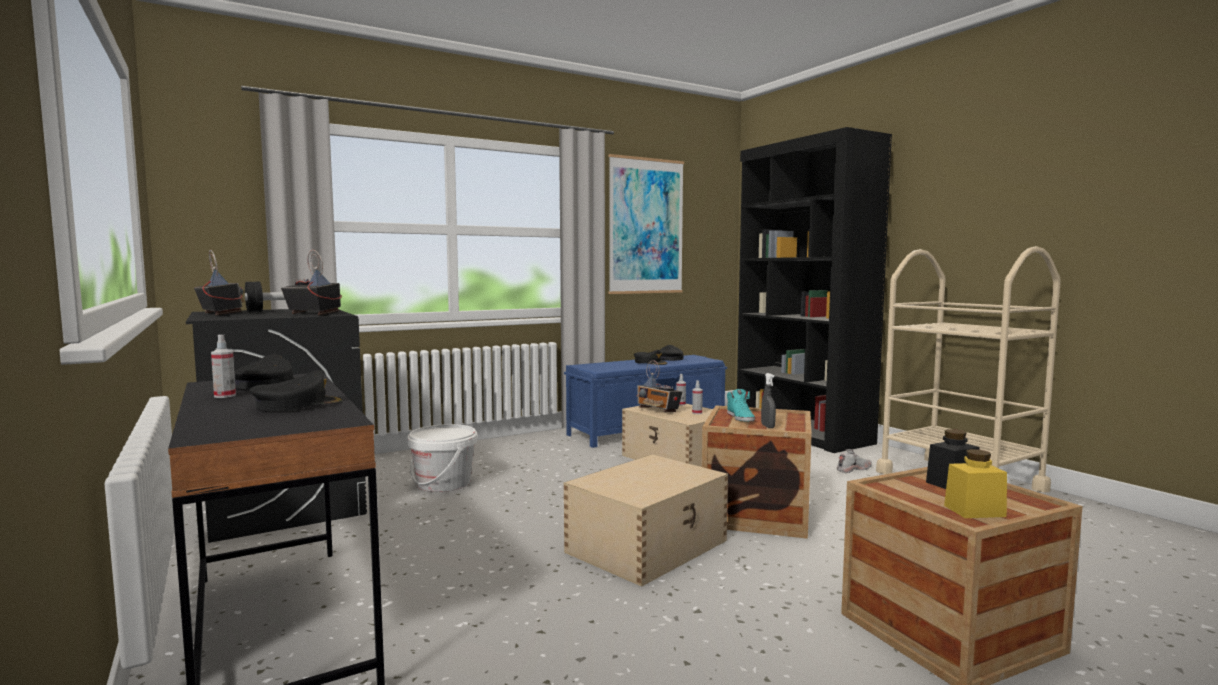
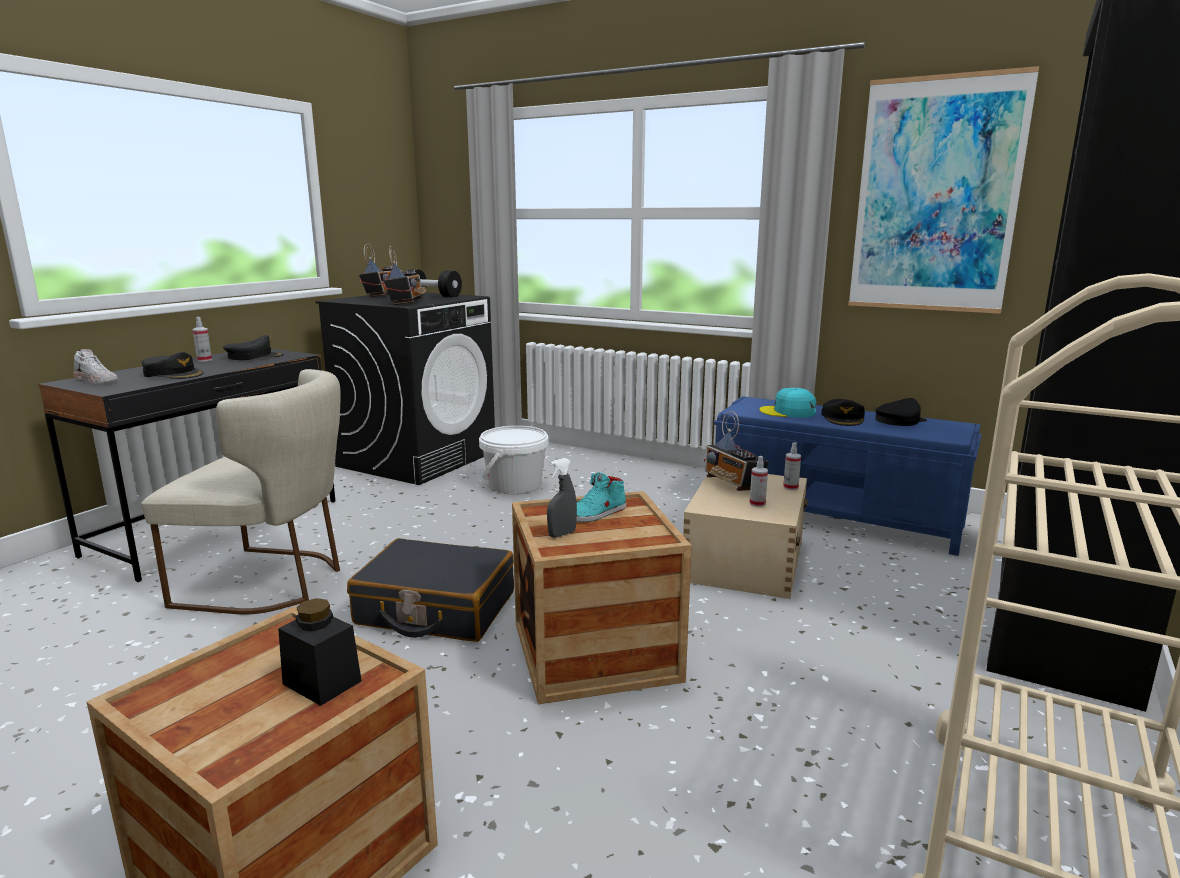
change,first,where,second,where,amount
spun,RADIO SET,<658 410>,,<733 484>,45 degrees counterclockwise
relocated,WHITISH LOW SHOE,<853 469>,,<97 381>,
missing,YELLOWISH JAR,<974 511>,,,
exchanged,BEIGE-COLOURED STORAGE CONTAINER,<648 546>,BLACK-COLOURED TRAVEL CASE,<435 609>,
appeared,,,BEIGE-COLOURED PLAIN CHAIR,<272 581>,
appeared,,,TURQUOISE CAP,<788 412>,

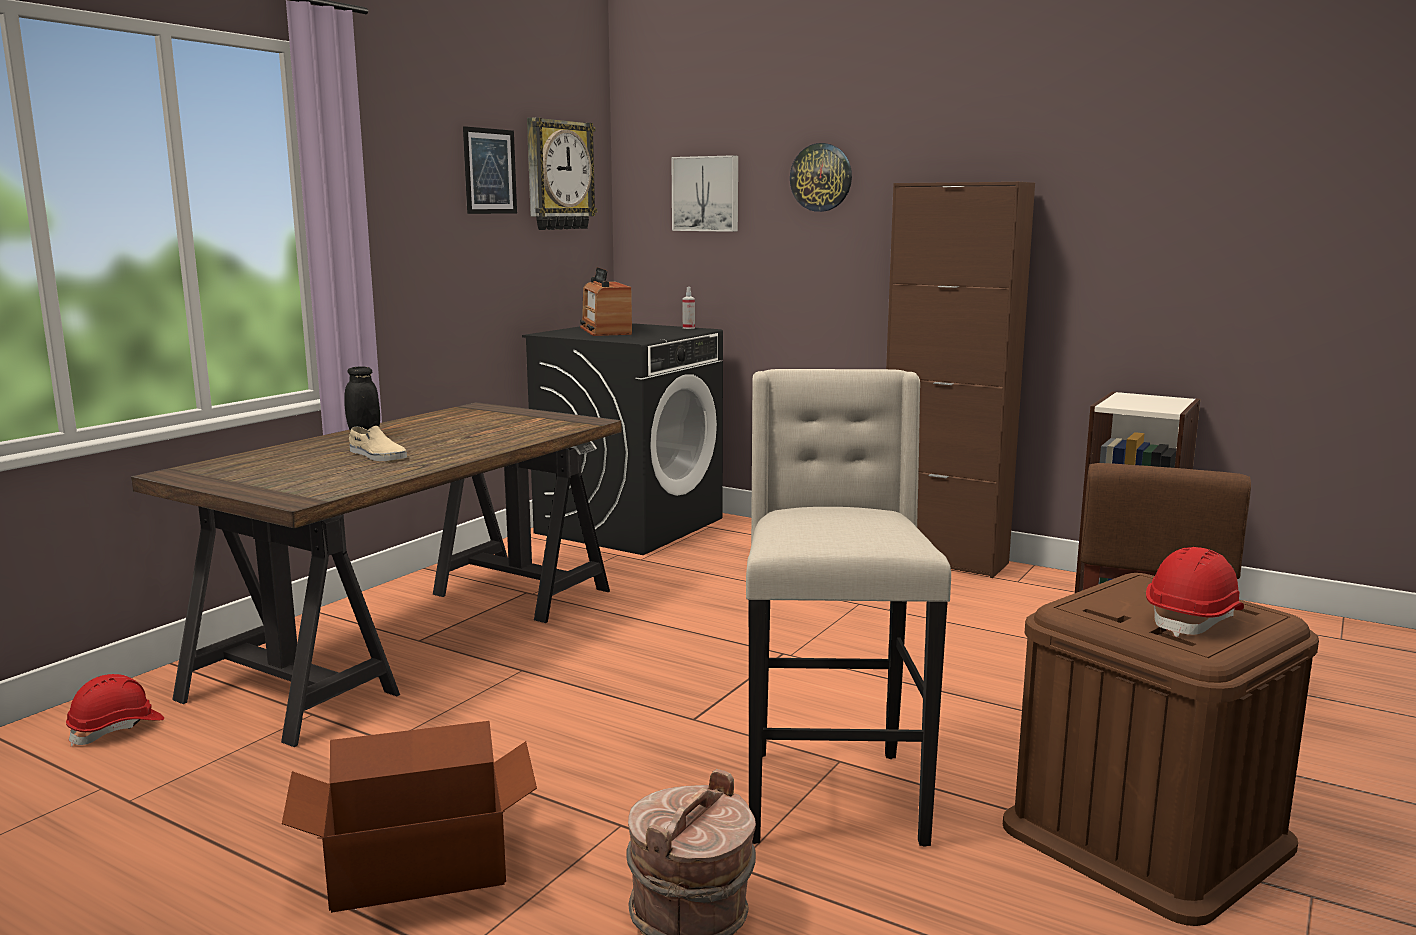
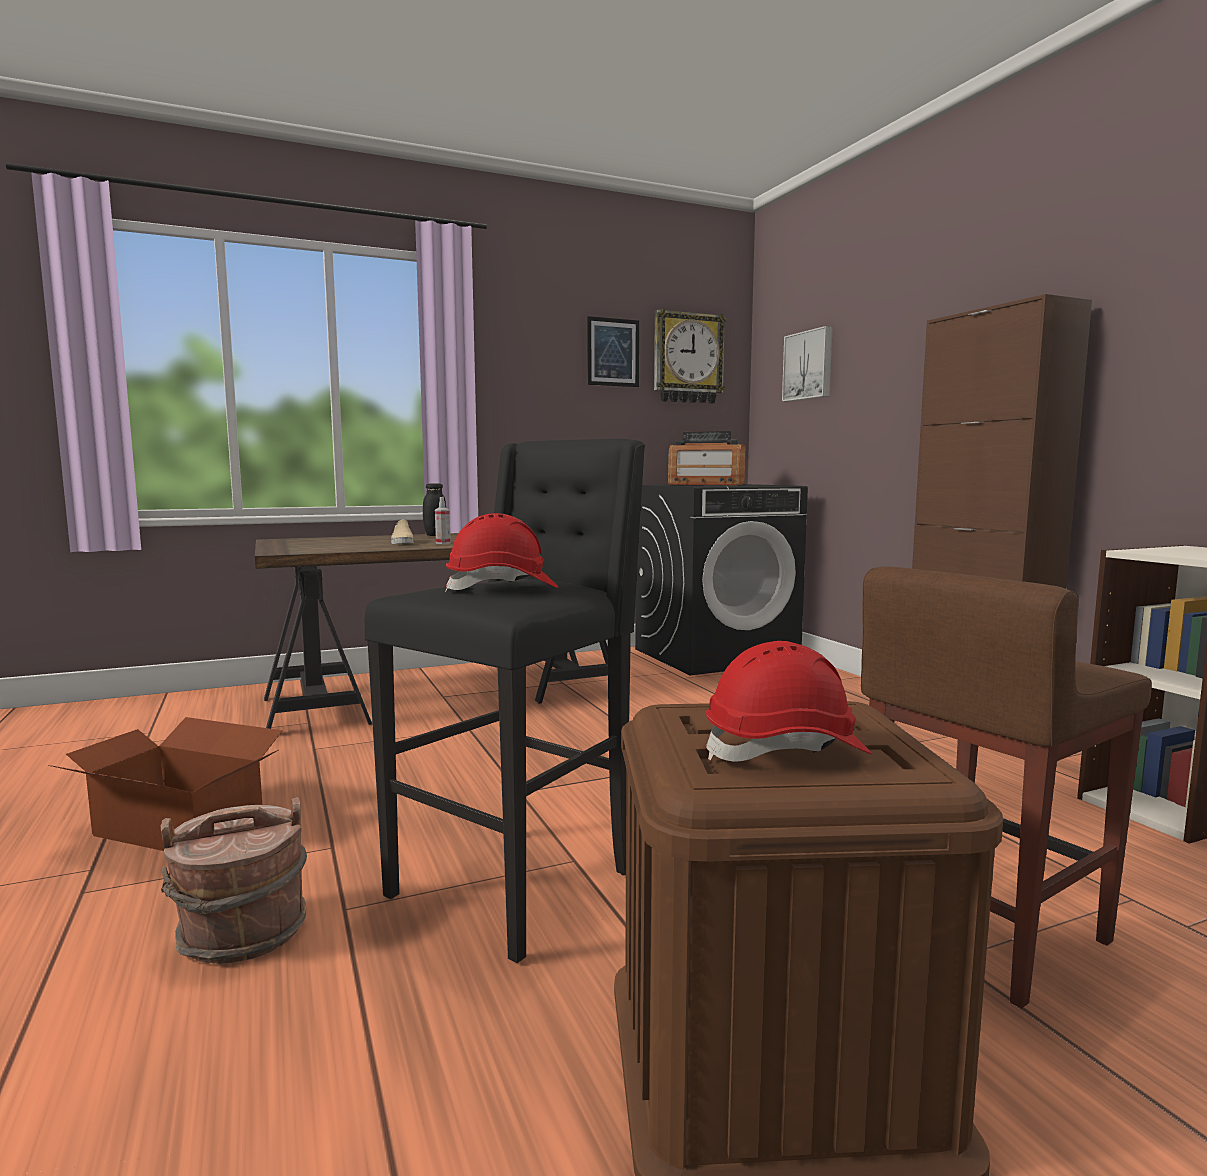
change,first,where,second,where,amount
missing,CLOCK ON THE WALL,<821 177>,,,
spun,RADIO SET,<605 330>,,<706 484>,90 degrees counterclockwise
relocated,SPRAYER,<688 328>,,<443 543>,
colour,BEIGE-COLOURED STOOL SEAT,<830 794>,BLACK-COLOURED STOOL SEAT,<517 884>,
relocated,RED-COLOURED HARD HAT,<117 729>,,<502 589>,

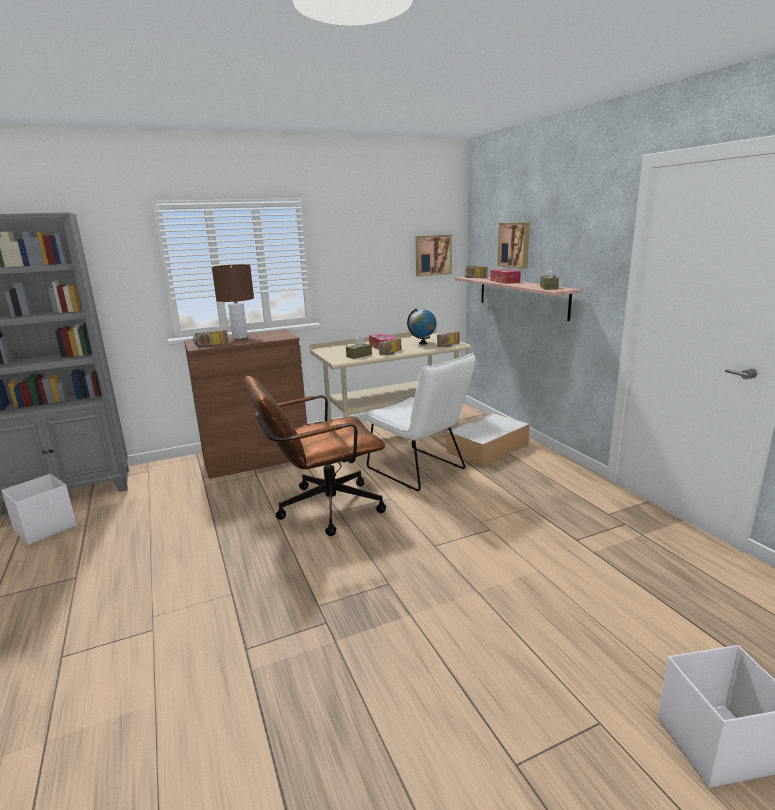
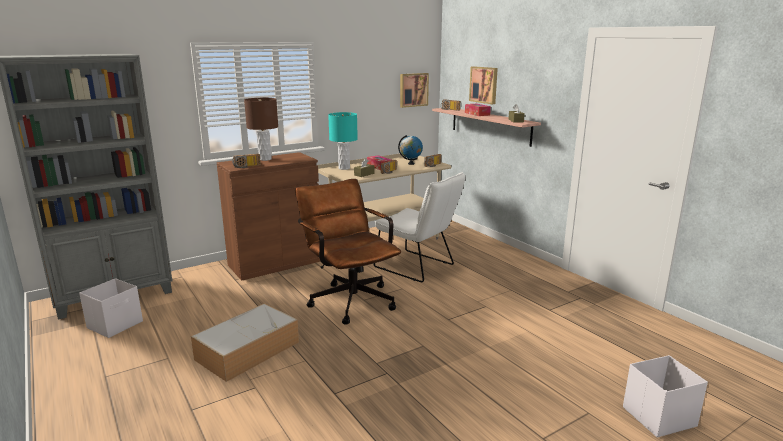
change,first,where,second,where,amount
spun,BROWN OFFICE CHAIR,<321 509>,,<349 298>,90 degrees clockwise
relocated,STORAGE CONTAINER,<488 448>,,<249 350>,
appeared,,,TURQUOISE LAMP FOR A TABLE,<344 168>,

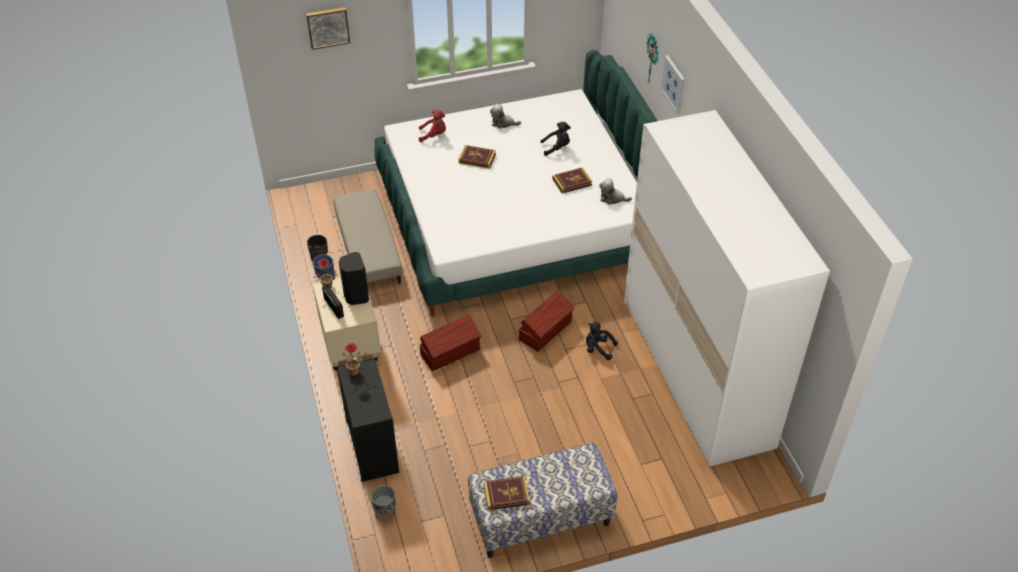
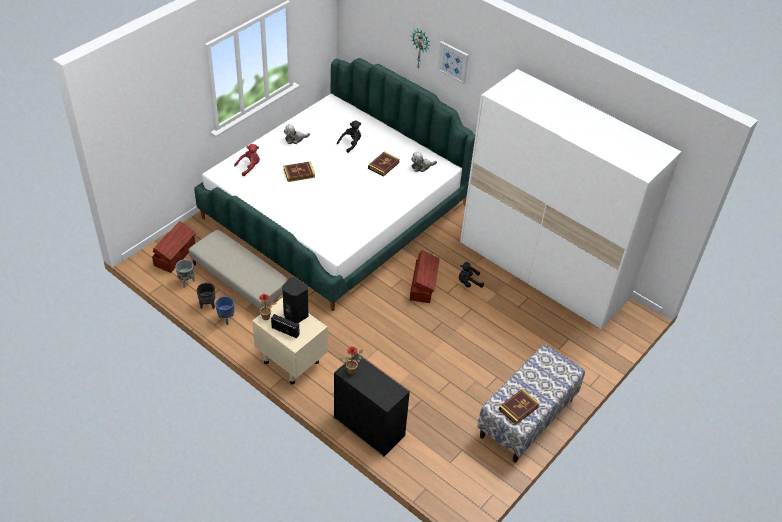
change,first,where,second,where,amount
missing,WALL PICTURE,<328 27>,,,
relocated,BROWN STORAGE CONTAINER,<451 352>,,<176 255>,
relocated,GRAY PLANT POT,<385 513>,,<186 282>,

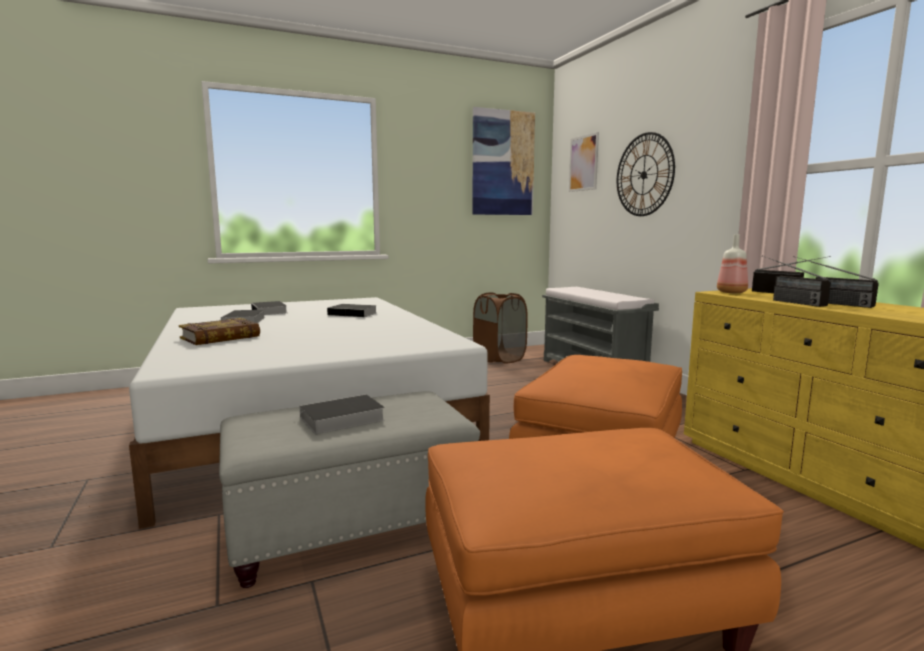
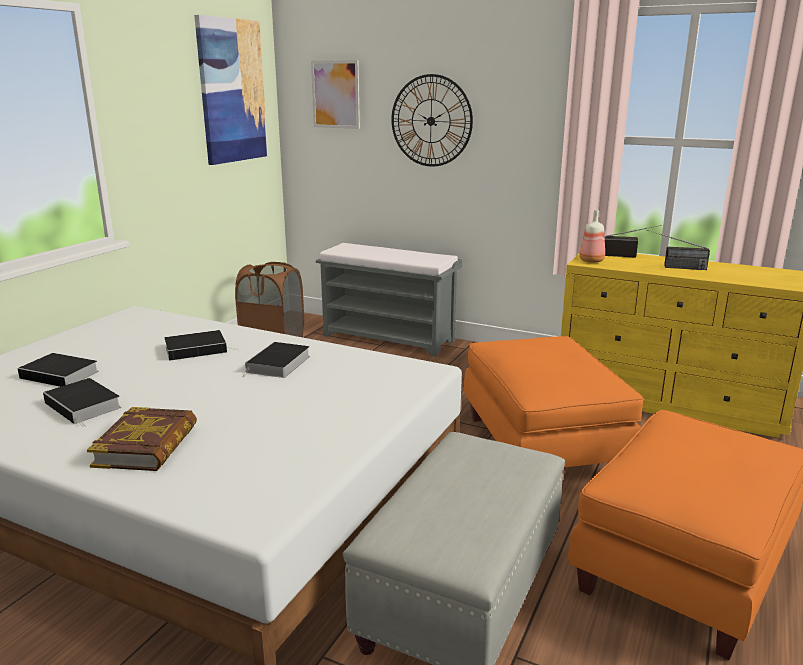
change,first,where,second,where,amount
missing,RADIO SET,<785 301>,,,
relocated,VOLUME,<340 419>,,<278 365>,

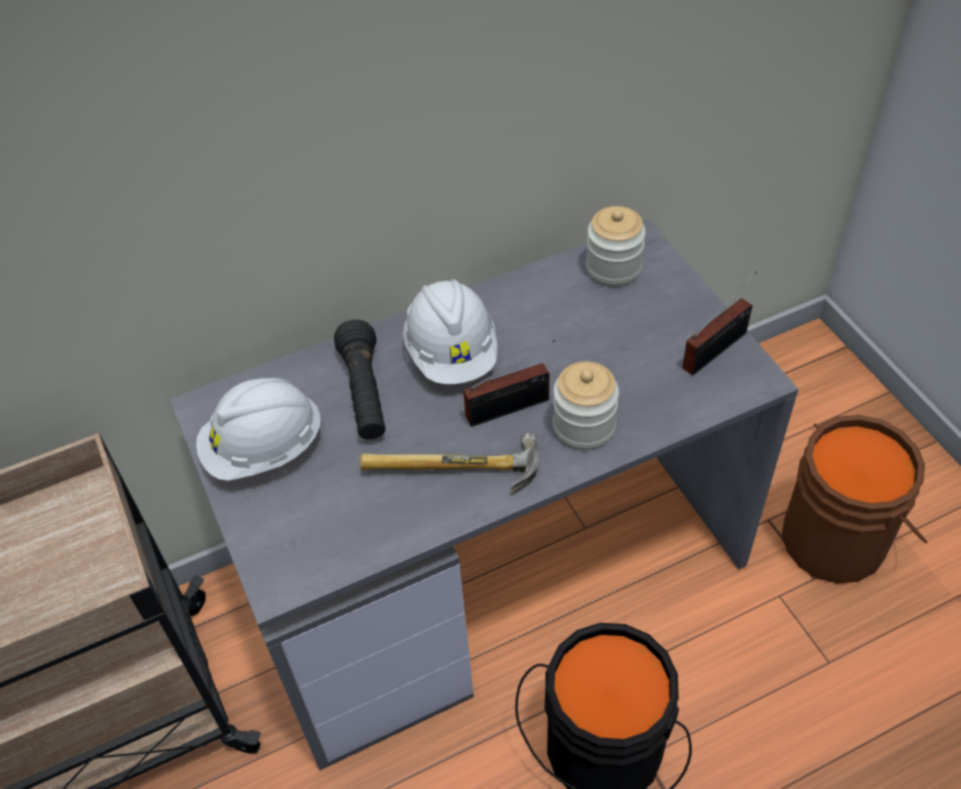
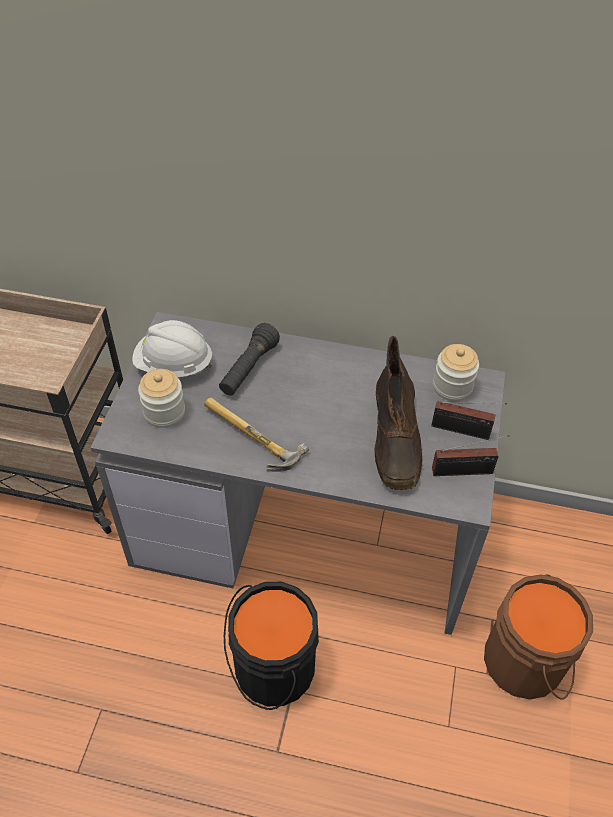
change,first,where,second,where,amount
missing,WHITISH HARD HAT,<452 353>,,,
relocated,RADIO SET,<512 407>,,<463 431>,
relocated,JAR,<584 426>,,<164 412>,
appeared,,,BROWN HIGH-TOP BOOT,<396 439>,

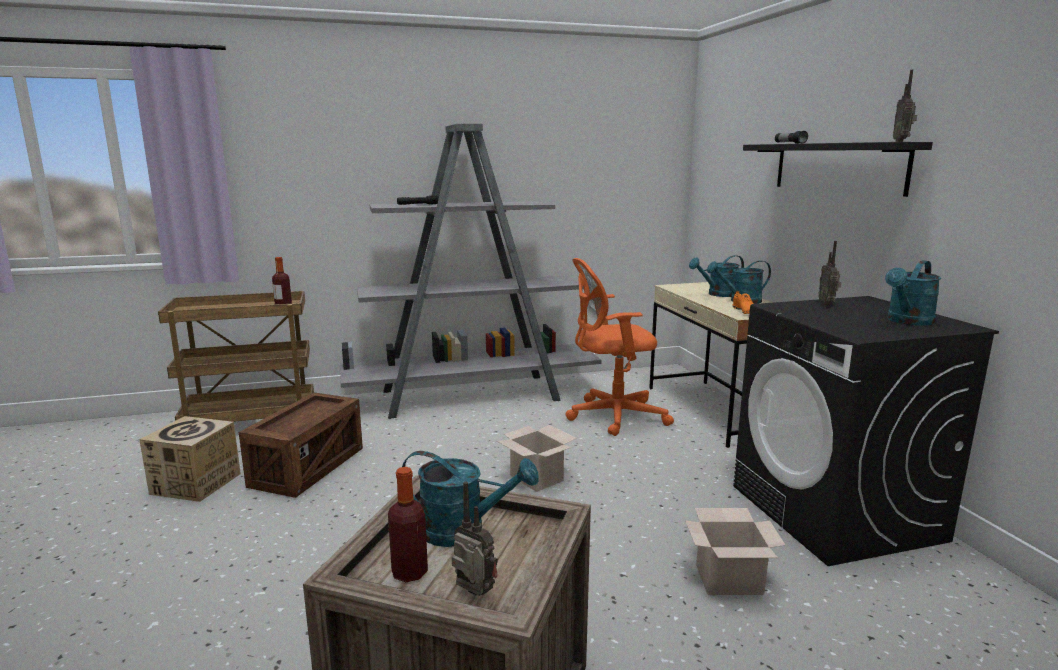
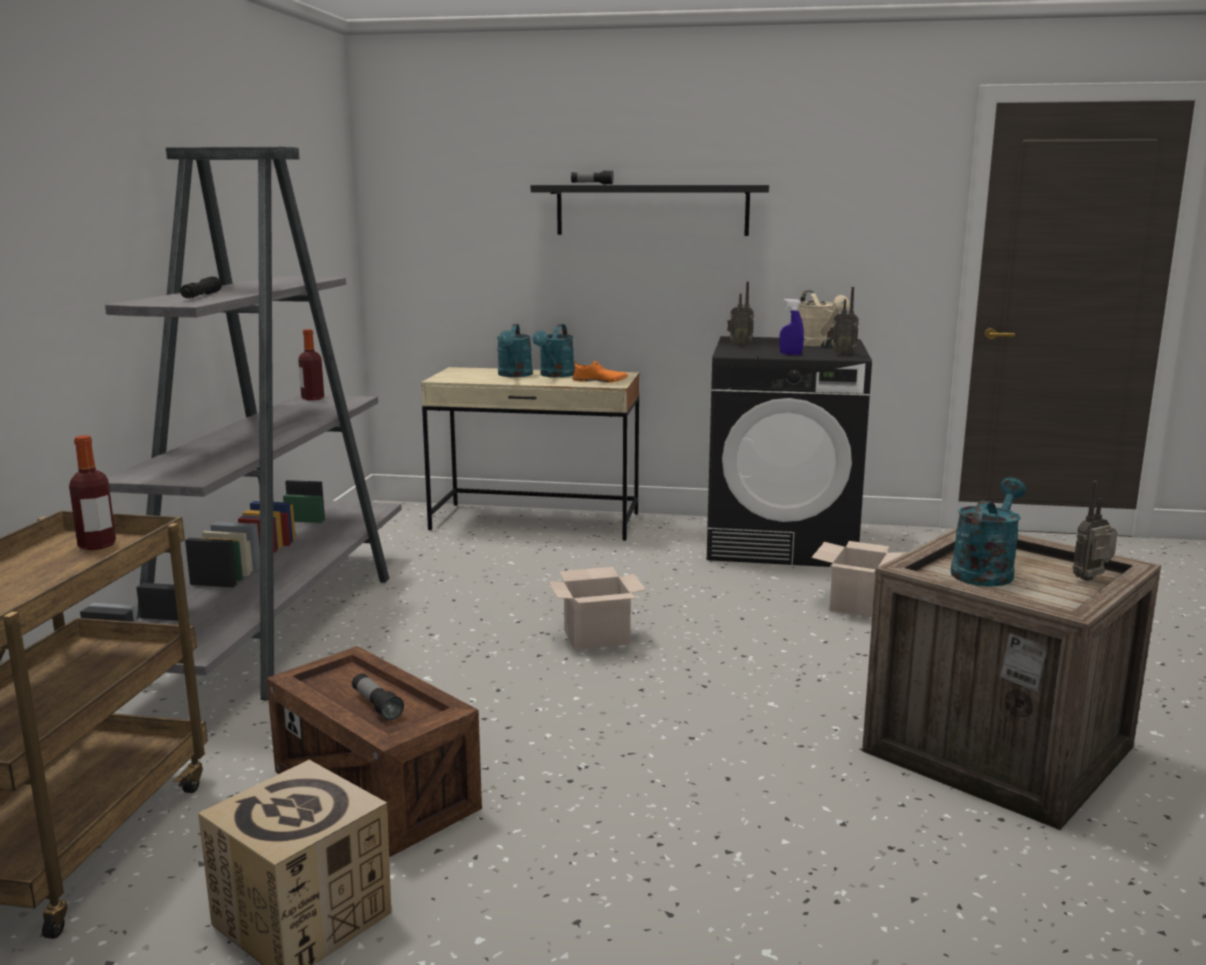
change,first,where,second,where,amount
relocated,RADIO SET,<902 141>,,<843 354>,
missing,ORANGE-COLOURED OFFICE CHAIR,<612 416>,,,
colour,TURQUOISE WATERING POT,<907 321>,BEIGE-COLOURED WATERING POT,<819 344>,
relocated,BEVERAGE BOTTLE,<409 572>,,<312 398>,
appeared,,,BLUISH SPRAYER,<790 354>,
appeared,,,FLASHLIGHT,<376 705>,

